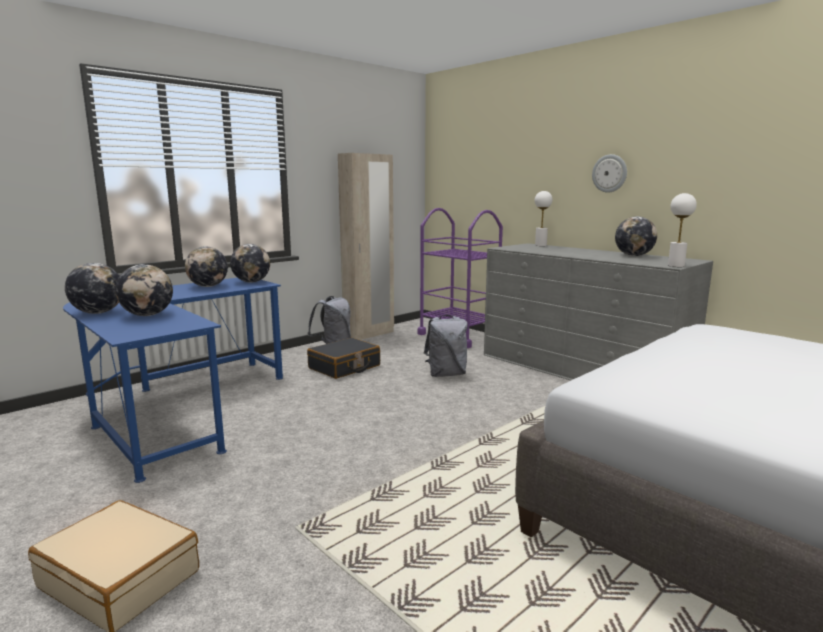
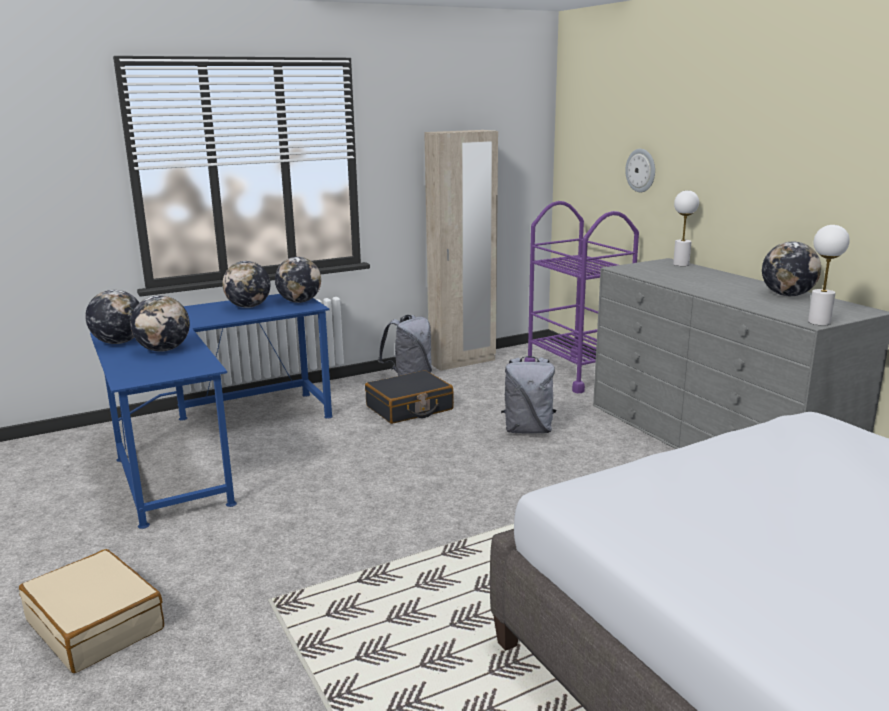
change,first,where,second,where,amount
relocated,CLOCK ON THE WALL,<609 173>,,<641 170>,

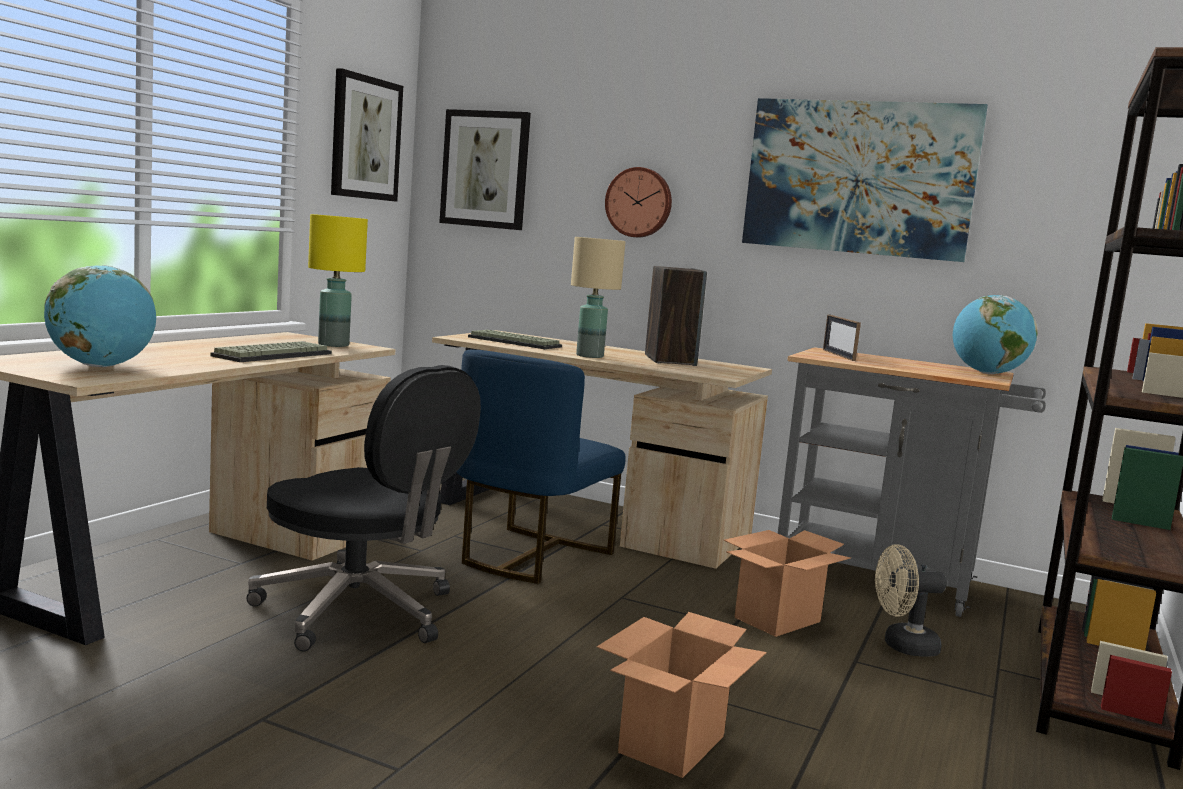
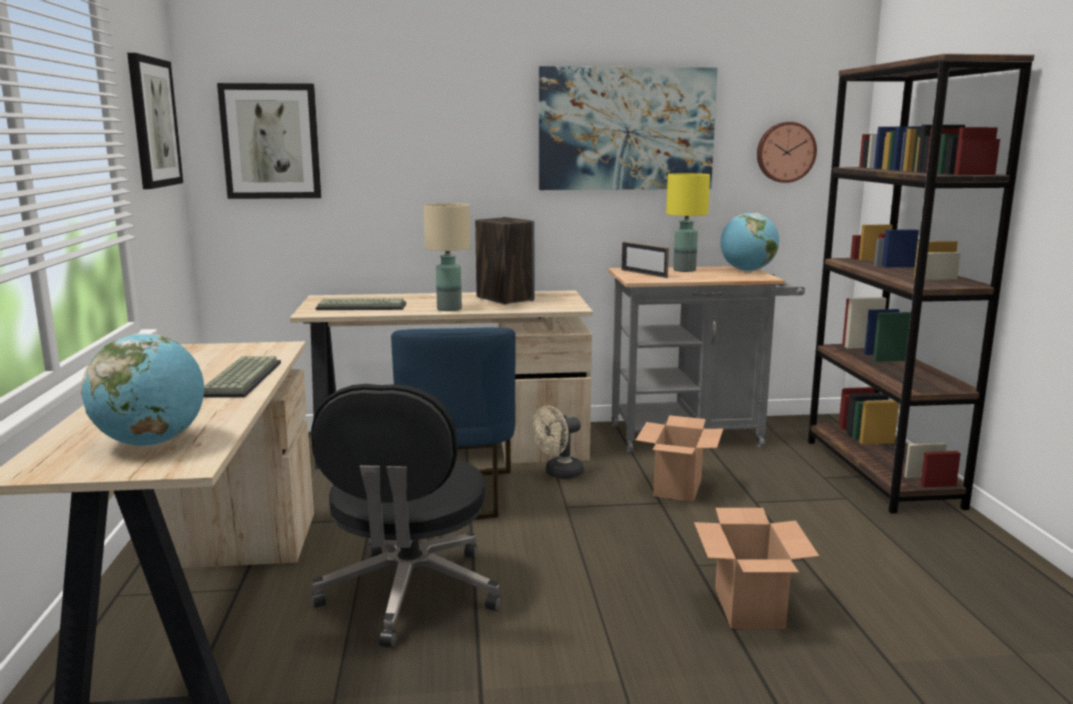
change,first,where,second,where,amount
relocated,CLOCK ON THE WALL,<639 202>,,<785 152>,
relocated,YELLOWISH LAMP FOR A TABLE,<333 345>,,<685 270>,
spun,BLACK-COLOURED OFFICE CHAIR,<359 612>,,<409 594>,90 degrees clockwise
relocated,BEIGE-COLOURED ELECTRIC FAN,<902 646>,,<559 474>,

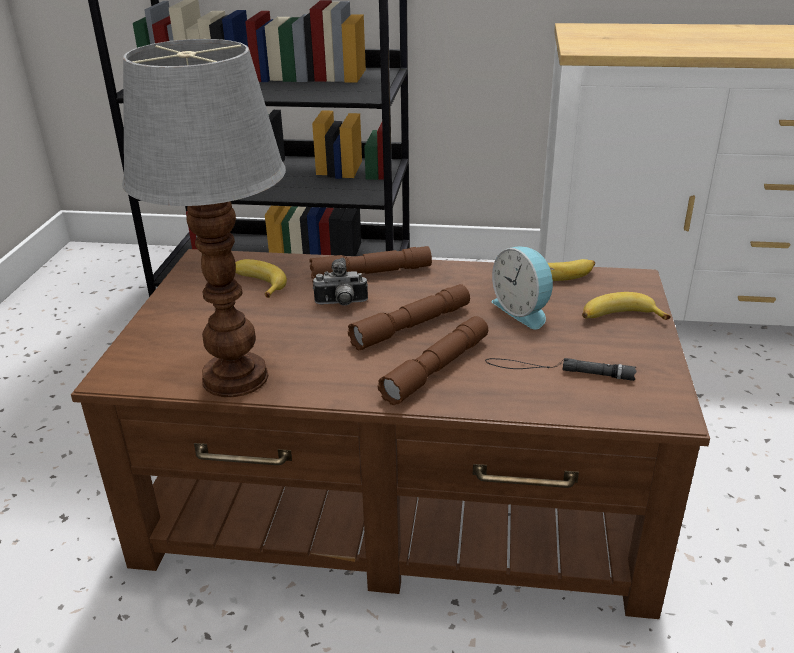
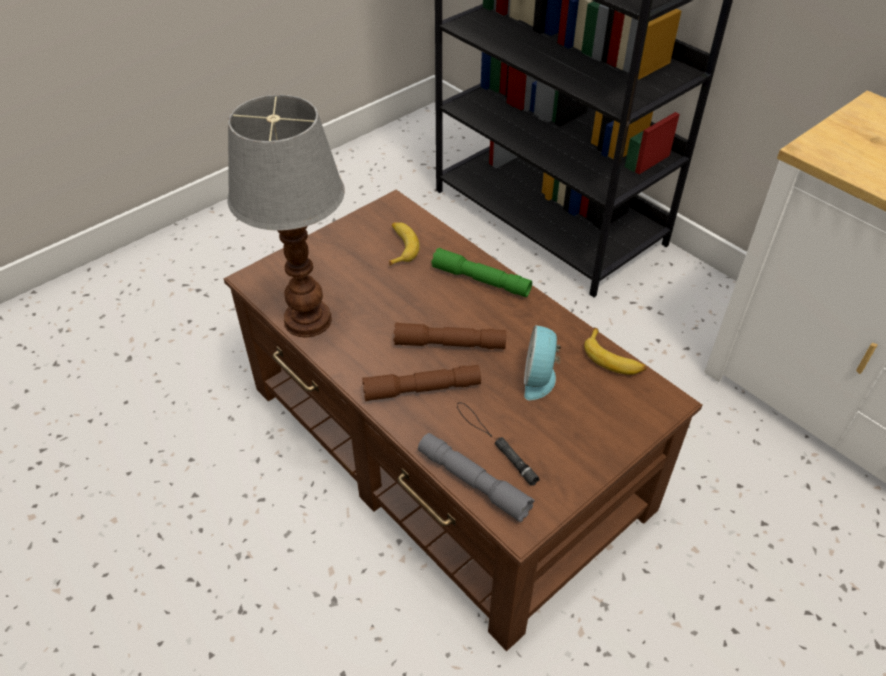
change,first,where,second,where,amount
colour,BROWN FLASHLIGHT,<371 274>,GREEN-COLOURED FLASHLIGHT,<481 280>,
missing,PHOTO CAMERA,<341 304>,,,
missing,BANANA FRUIT,<619 317>,,,
appeared,,,GRAY FLASHLIGHT,<473 482>,

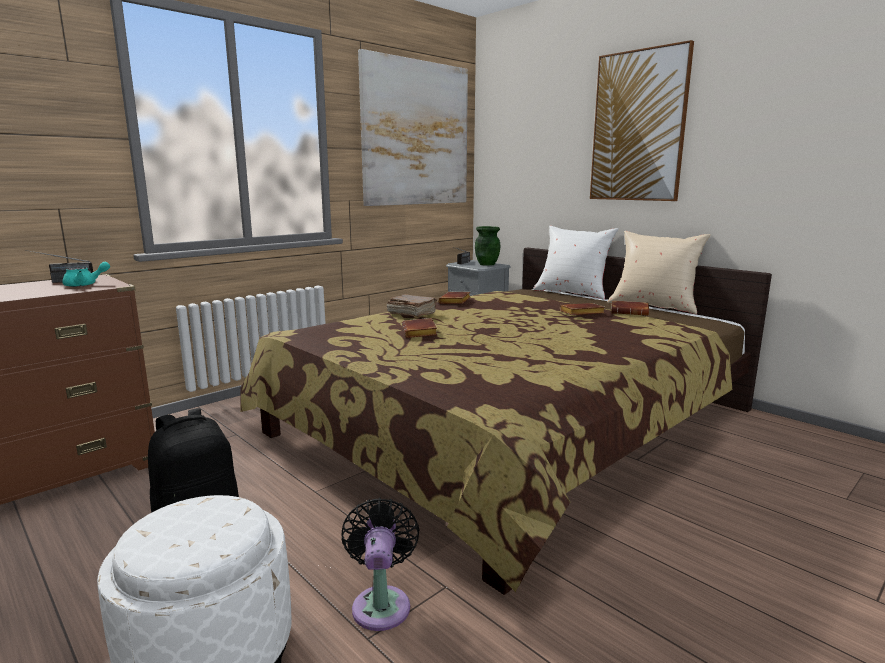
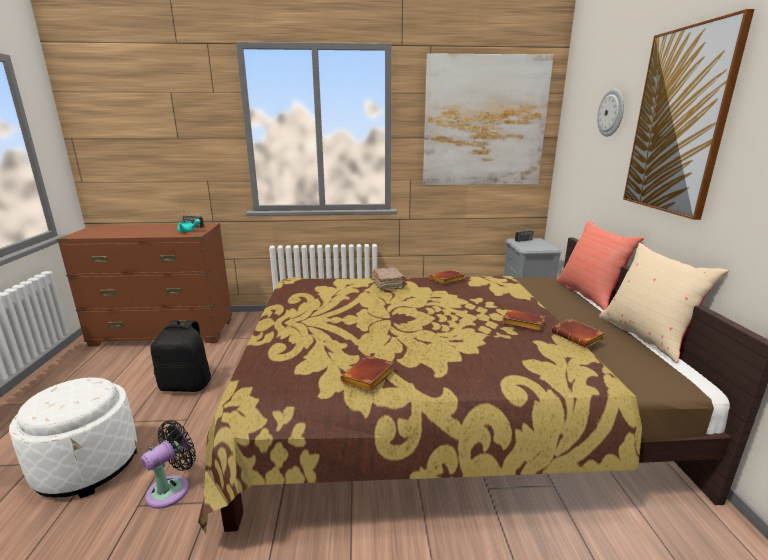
change,first,where,second,where,amount
colour,WHITISH PILLOW,<572 293>,RED-COLOURED PILLOW,<589 295>,
missing,GREEN-COLOURED FLOWER VASE,<487 264>,,,
relocated,BROWN VOLUME,<421 332>,,<369 378>,
appeared,,,CLOCK ON THE WALL,<611 113>,

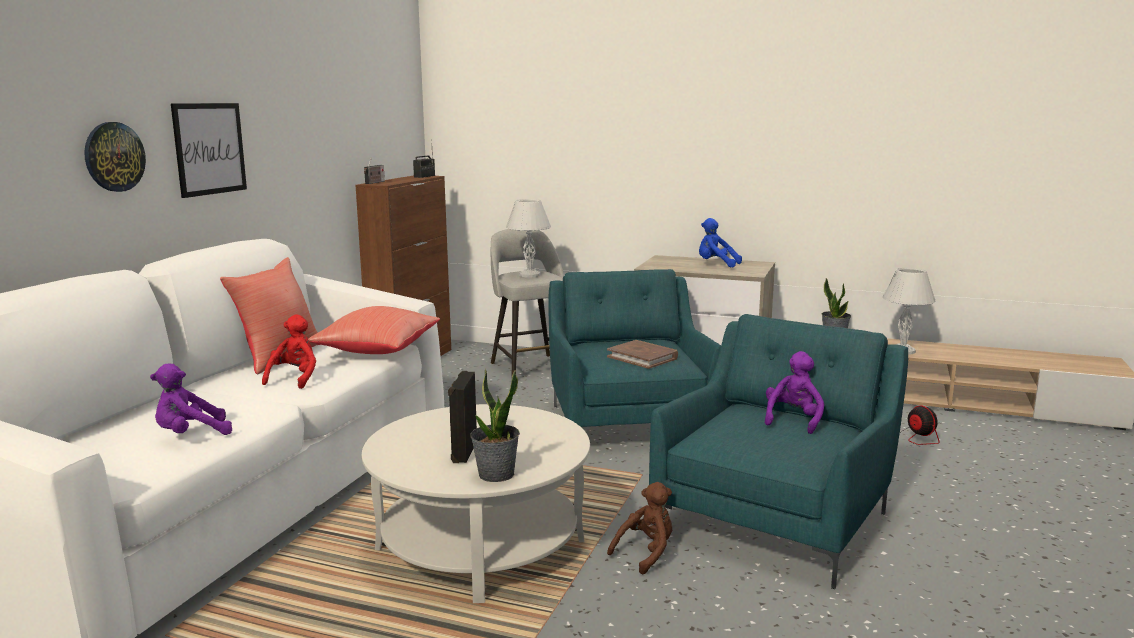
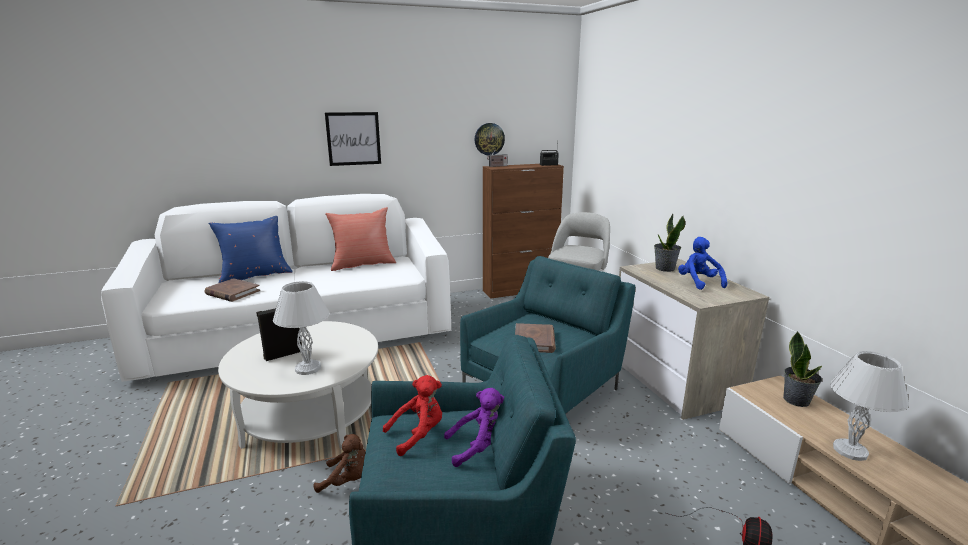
change,first,where,second,where,amount
relocated,CLOCK ON THE WALL,<114 157>,,<489 139>,
relocated,WHITISH LAMP FOR A TABLE,<529 275>,,<308 368>,
missing,RED-COLOURED PILLOW,<376 350>,,,
relocated,RED-COLOURED SOFT TOY,<295 378>,,<418 434>,
exchanged,PURPLISH SOFT TOY,<191 435>,BROWN VOLUME,<232 292>,
relocated,HOUSEPLANT,<496 475>,,<664 268>,
appeared,,,BLUISH PILLOW,<255 275>,

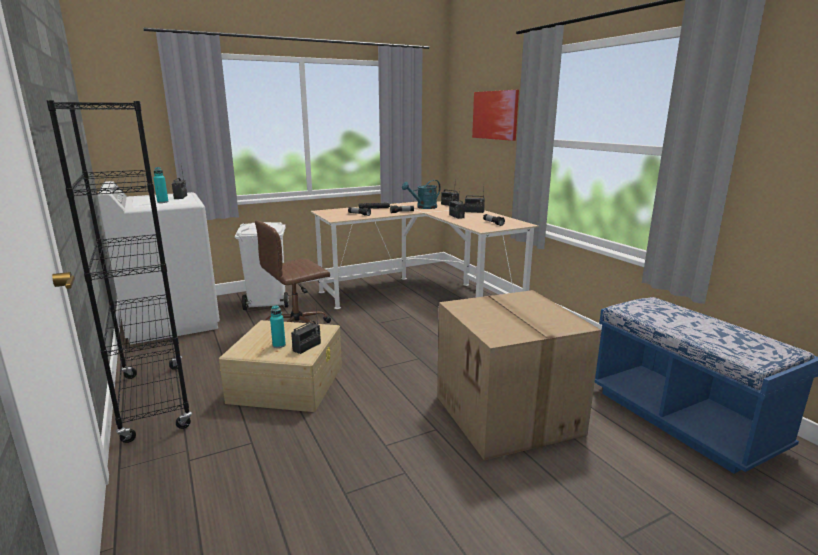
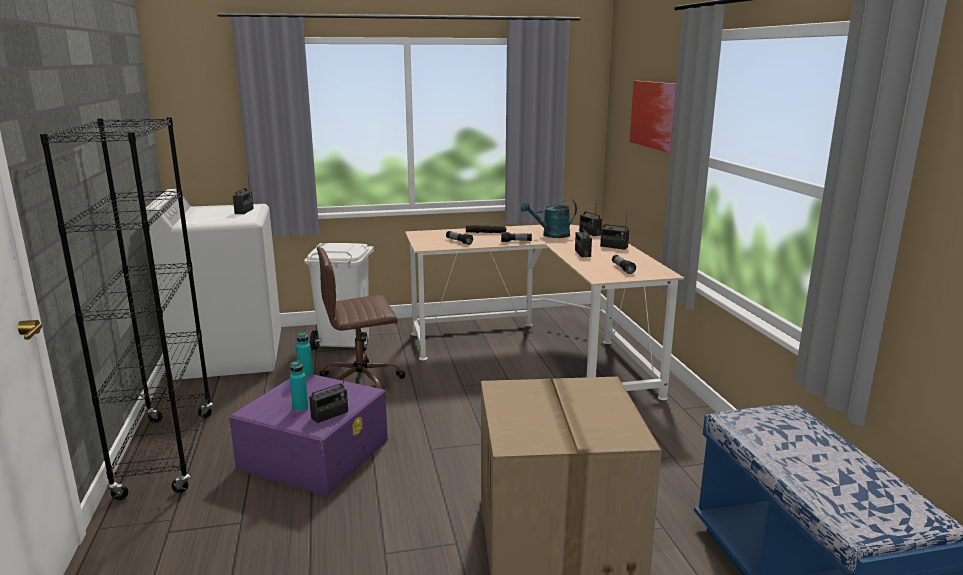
change,first,where,second,where,amount
relocated,TURQUOISE BEVERAGE BOTTLE,<163 202>,,<305 375>,
colour,BEIGE-COLOURED STORAGE CONTAINER,<287 383>,PURPLISH STORAGE CONTAINER,<315 453>,

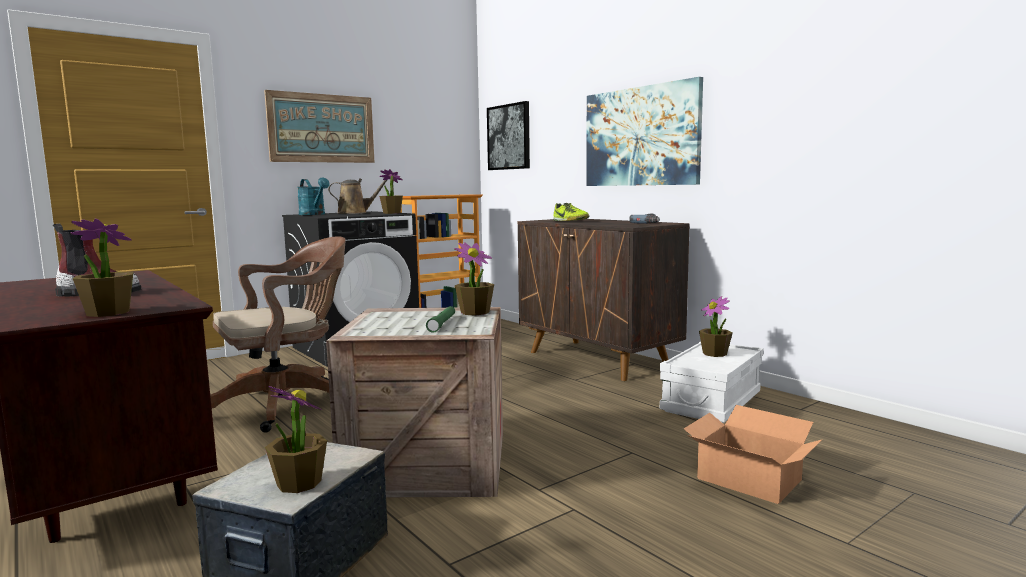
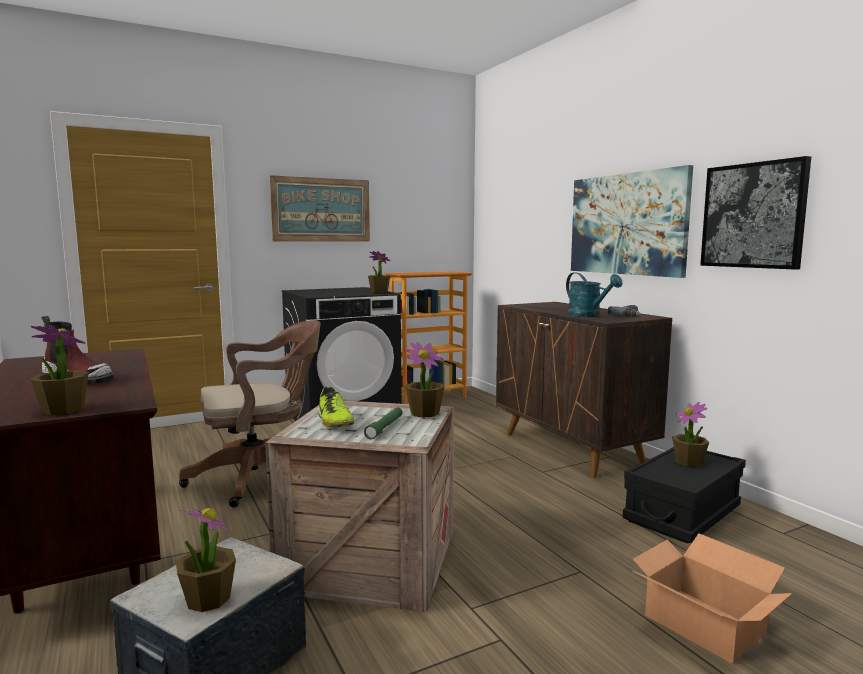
change,first,where,second,where,amount
relocated,WALL PICTURE,<509 137>,,<753 215>,
relocated,TURQUOISE WATERING POT,<314 214>,,<588 316>,
missing,BROWN WATERING POT,<355 213>,,,
relocated,LOW SHOE,<570 221>,,<334 422>,
colour,WHITISH STORAGE CONTAINER,<711 402>,BLACK-COLOURED STORAGE CONTAINER,<682 514>,

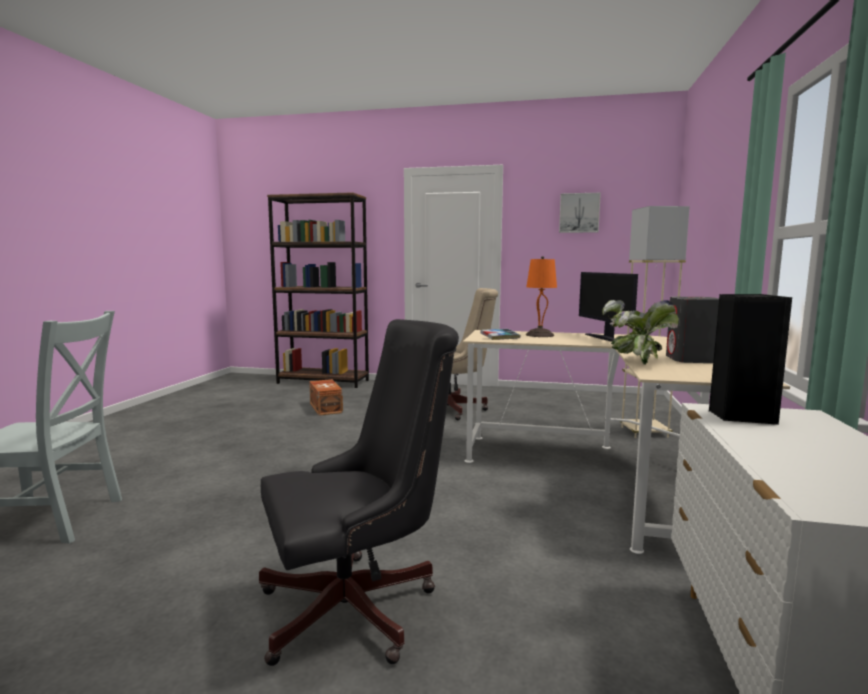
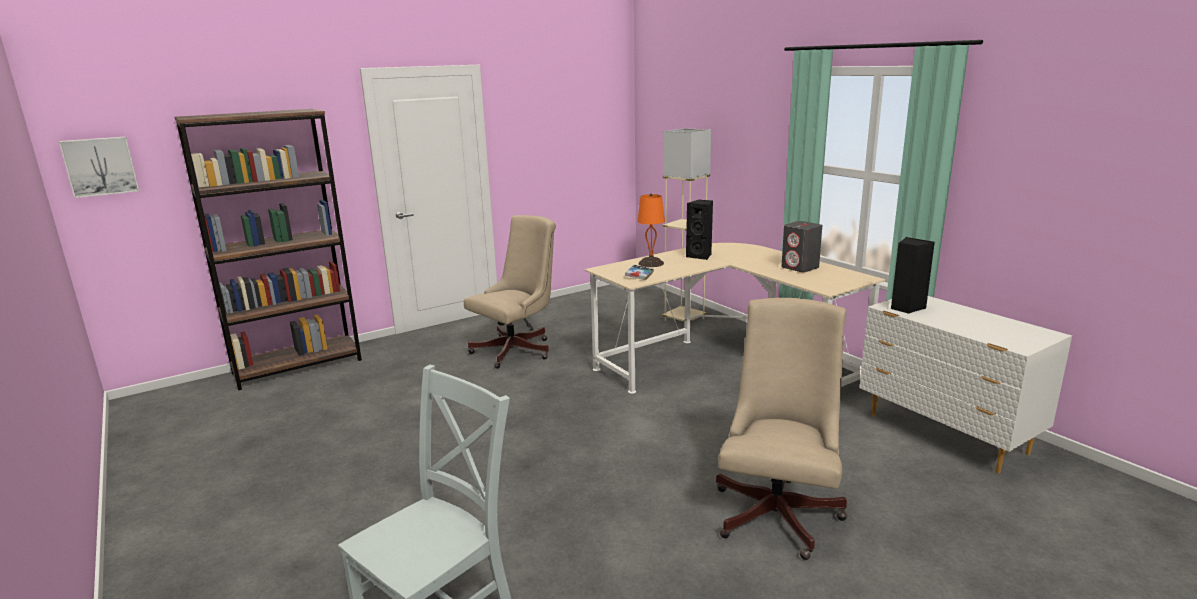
change,first,where,second,where,amount
relocated,WALL PICTURE,<579 213>,,<100 166>,
exchanged,COMPUTER SCREEN,<605 338>,BLACK-COLOURED LOUDSPEAKER,<700 256>,
missing,HOUSEPLANT,<635 362>,,,
colour,BLACK-COLOURED OFFICE CHAIR,<359 607>,BEIGE-COLOURED OFFICE CHAIR,<778 510>,
missing,BROWN STORAGE CONTAINER,<326 407>,,,

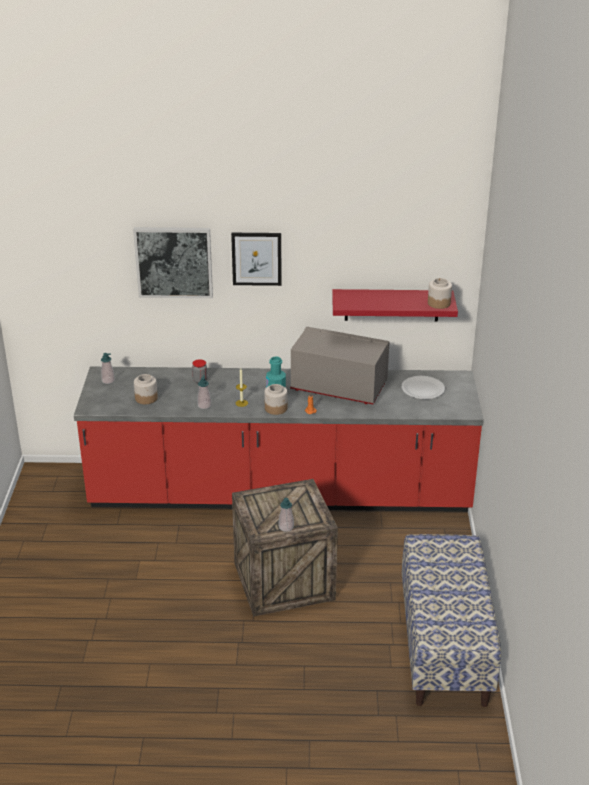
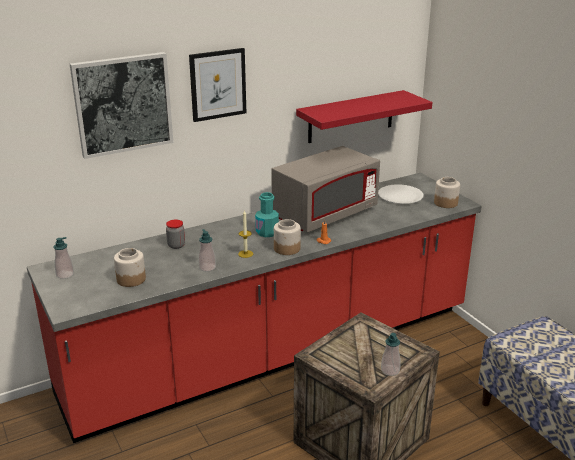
change,first,where,second,where,amount
relocated,JAR,<438 303>,,<445 203>,
spun,GRAY MICROWAVE,<338 387>,,<325 214>,150 degrees clockwise

